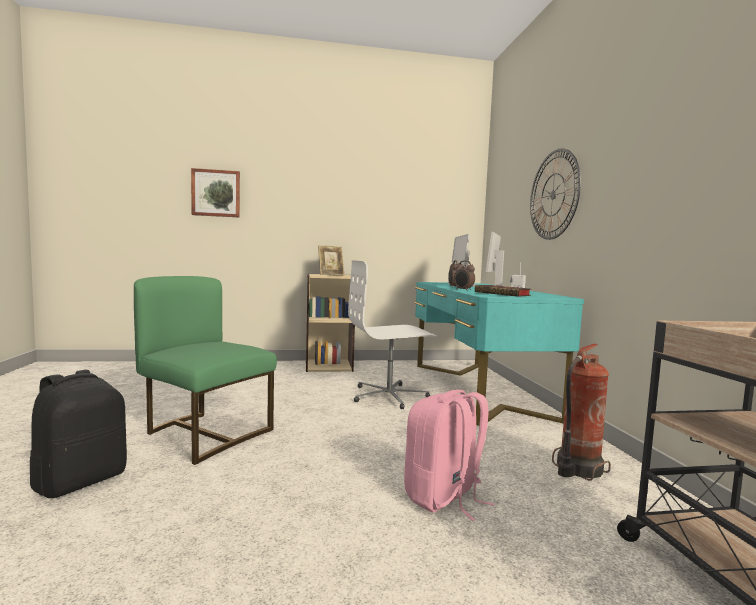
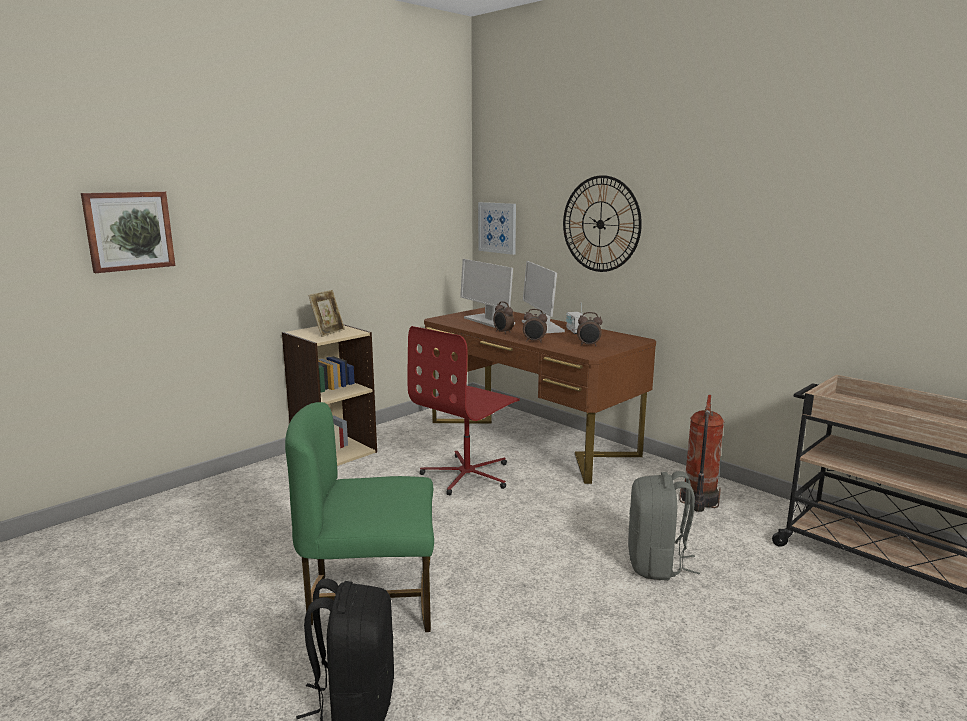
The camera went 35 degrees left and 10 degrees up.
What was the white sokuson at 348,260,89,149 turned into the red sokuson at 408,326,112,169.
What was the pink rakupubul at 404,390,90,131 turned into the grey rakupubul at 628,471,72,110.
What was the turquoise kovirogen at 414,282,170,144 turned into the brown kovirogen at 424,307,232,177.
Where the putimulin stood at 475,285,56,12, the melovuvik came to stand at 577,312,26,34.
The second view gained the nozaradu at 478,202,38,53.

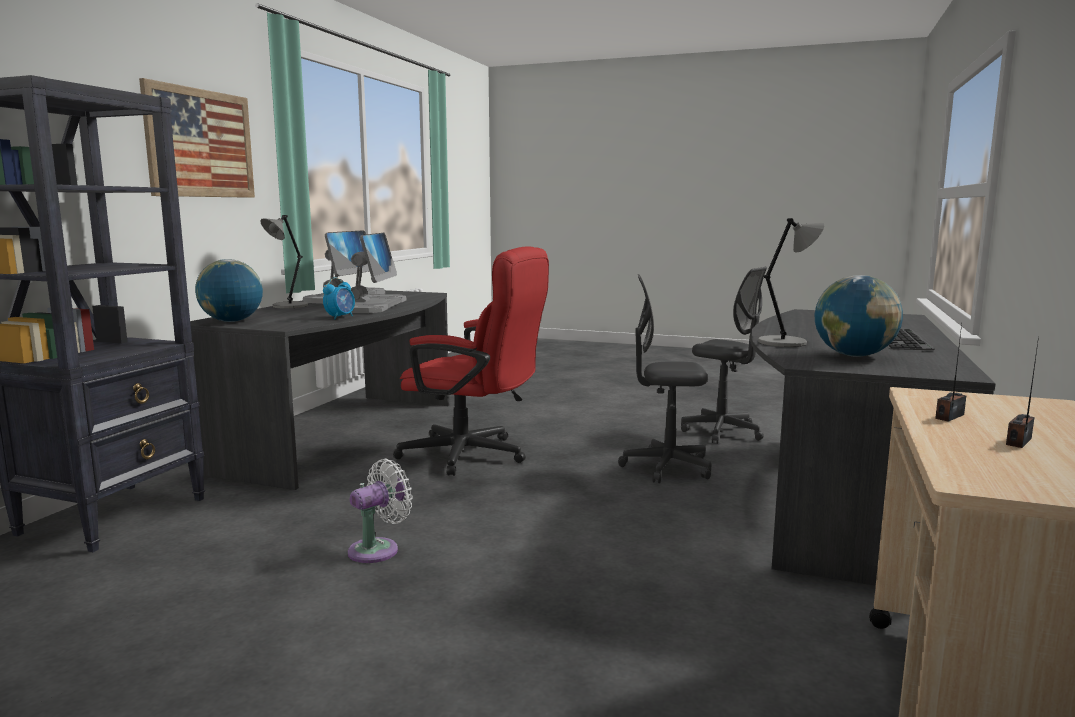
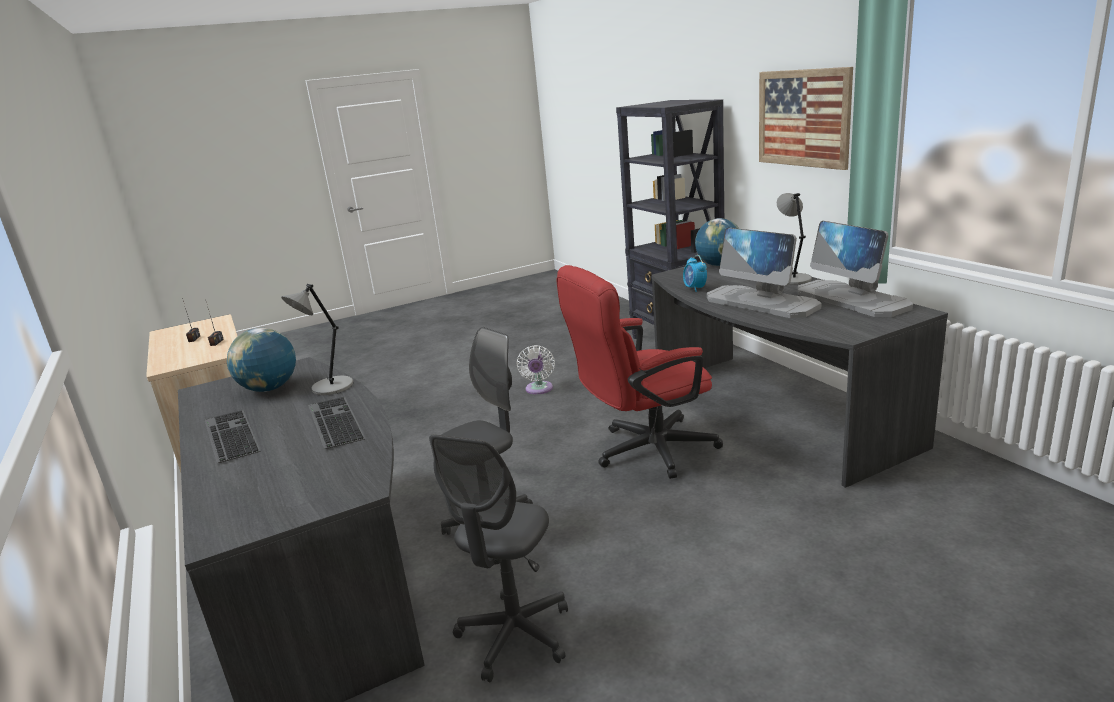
The camera went 135 degrees right and 10 degrees up.
The grey sokuson at 681,267,86,177 ended up facing another way, 60 degrees counterclockwise from before.
The second view gained the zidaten at 308,397,58,52.

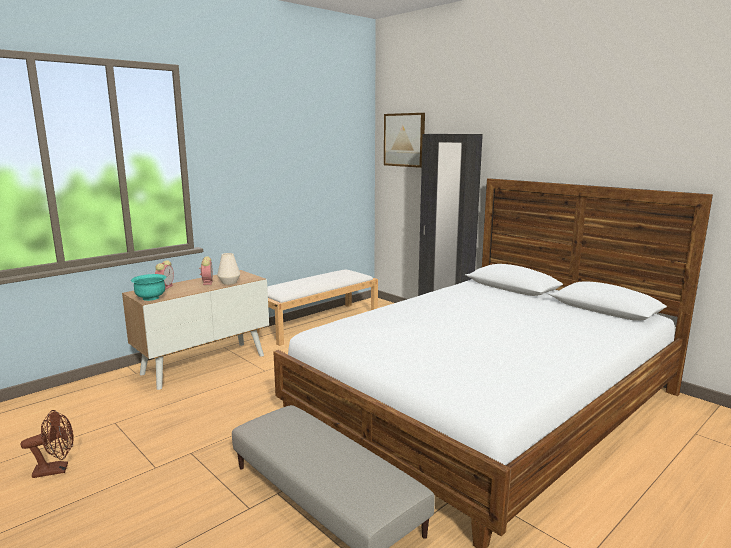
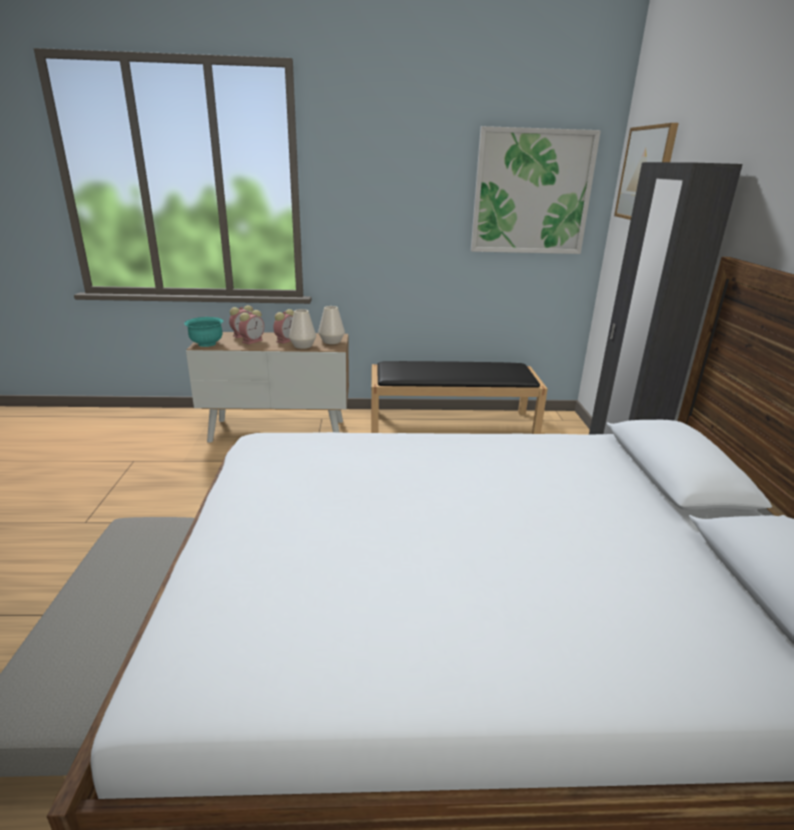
The camera went 40 degrees right and 10 degrees up.
The second view lost the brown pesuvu at 21,410,53,68.
What was the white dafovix at 257,269,121,77 turned into the black dafovix at 371,361,177,73.
The second view gained the melovuvik at 239,310,25,35.
The second view gained the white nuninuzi at 318,306,27,38.
The second view gained the nozaradu at 471,126,130,128.

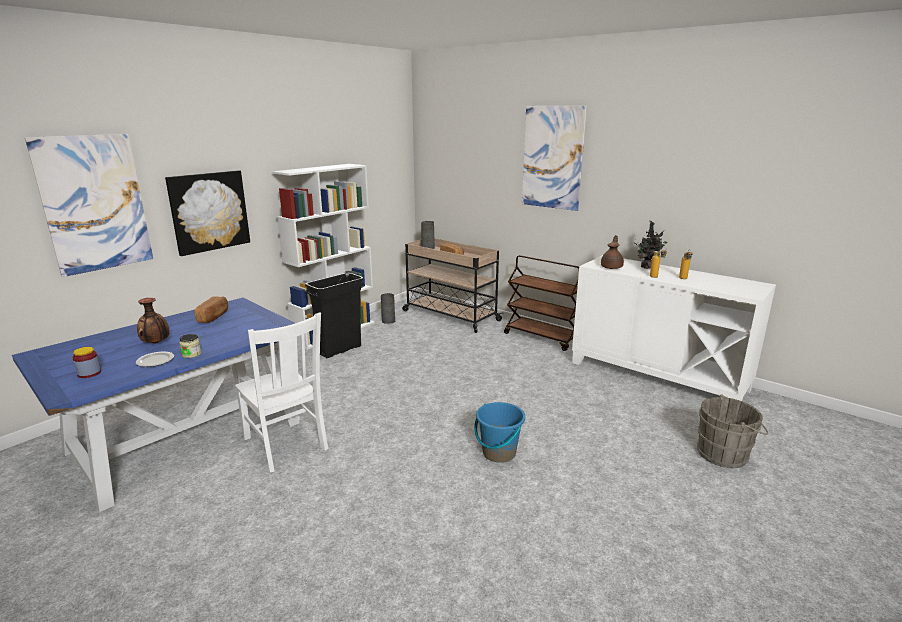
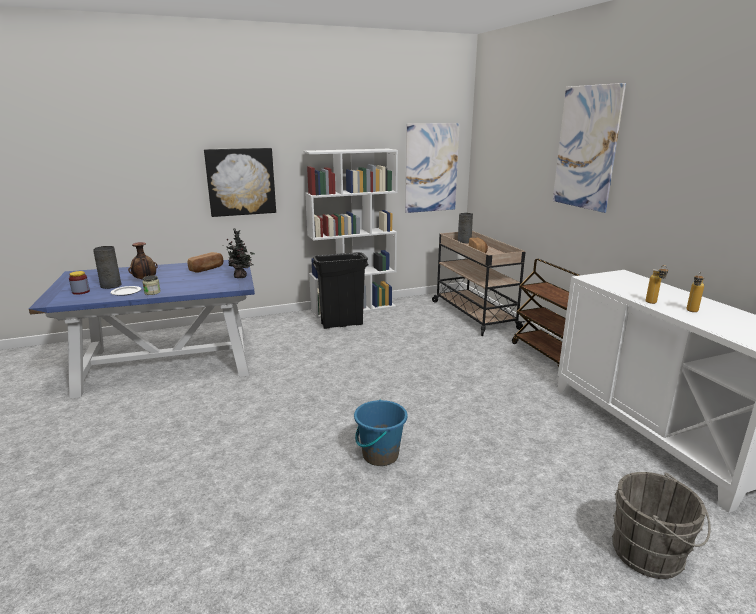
The camera went 30 degrees right and 0 degrees up.
The nozaradu ended up elsewhere, having gone from 25,134,128,143 to 405,123,55,90.
The second view lost the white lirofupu at 235,313,93,159.
The grey nuninuzi ended up elsewhere, having gone from 381,293,14,31 to 93,246,28,43.
The second view lost the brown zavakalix at 601,235,23,34.
The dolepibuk ended up elsewhere, having gone from 634,221,33,48 to 227,228,28,50.

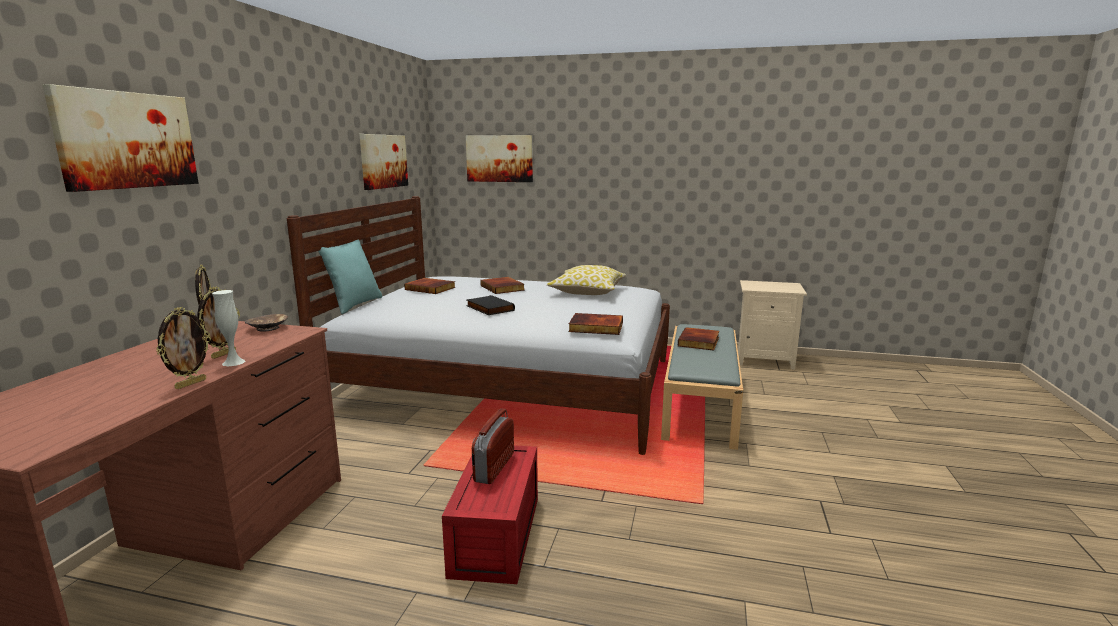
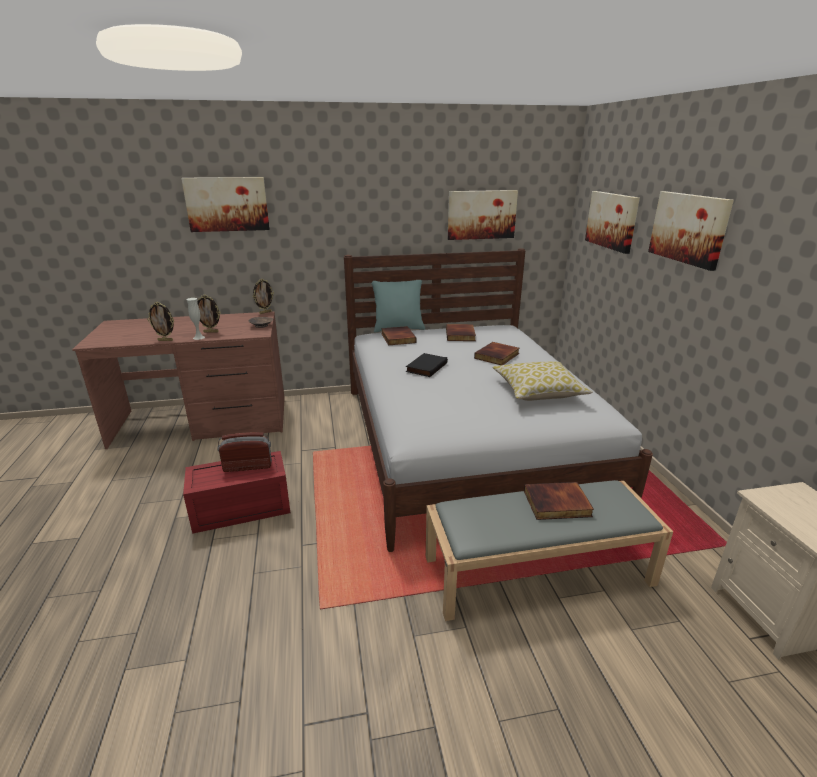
The camera went 65 degrees right and 10 degrees up.
The putimulin ended up elsewhere, having gone from 568,313,55,22 to 381,326,35,19.
The second view gained the nozaradu at 648,191,86,80.

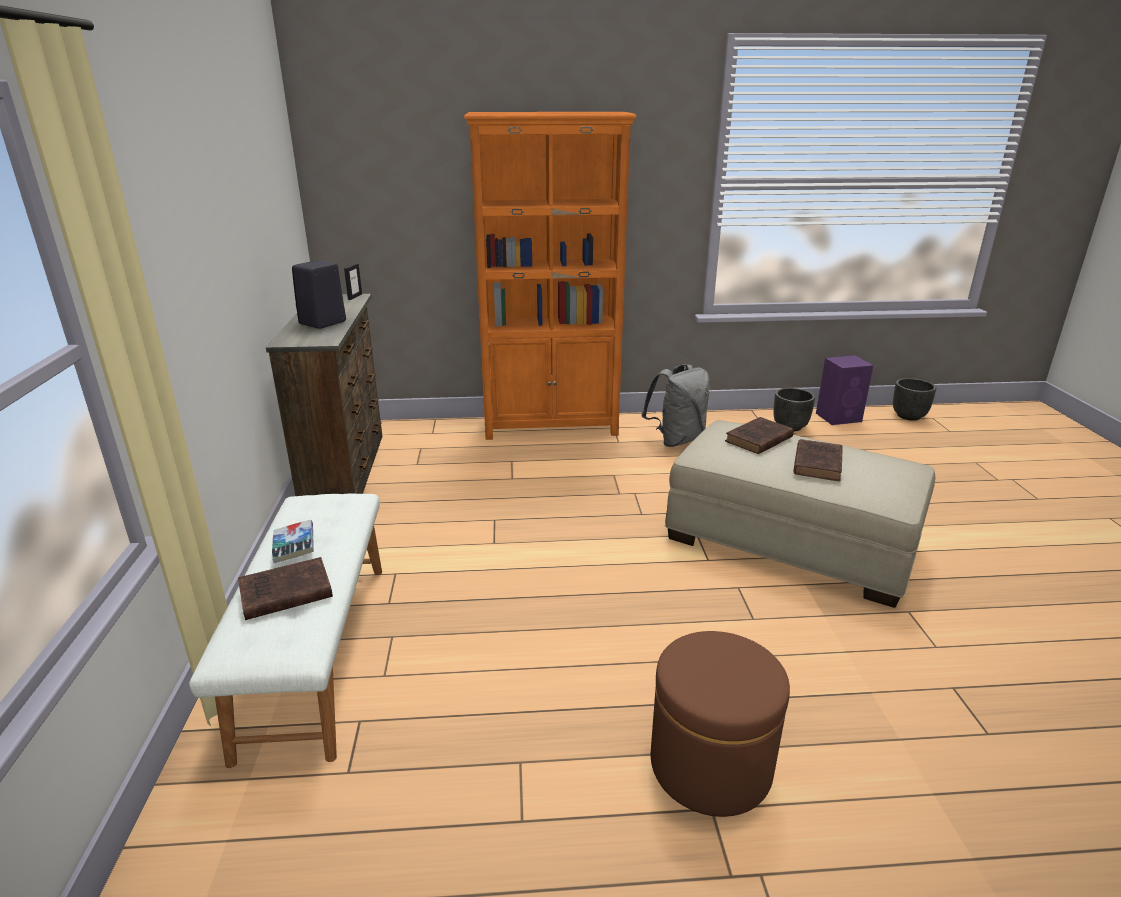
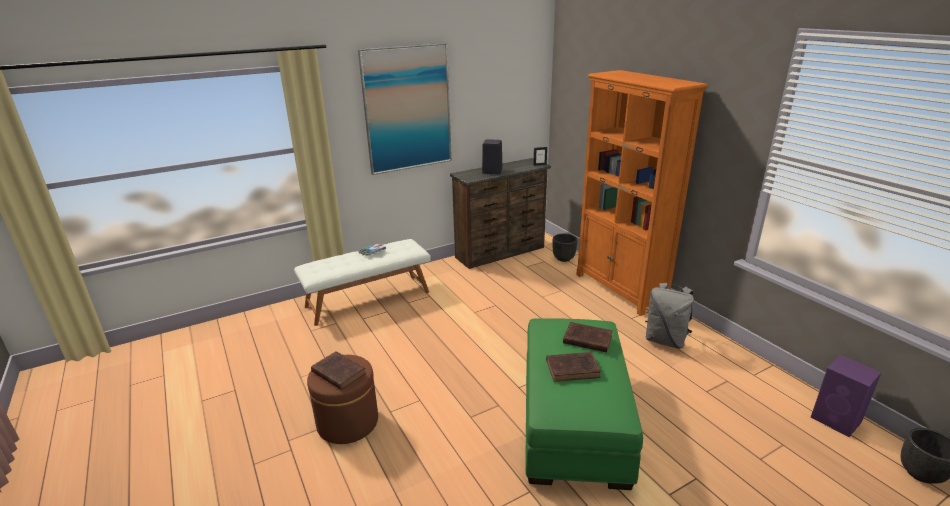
The camera went 65 degrees right and 0 degrees up.
The brown putimulin ended up elsewhere, having gone from 238,557,95,63 to 311,351,55,39.
What was the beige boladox at 665,420,270,188 turned into the green boladox at 525,318,118,172.
The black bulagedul ended up elsewhere, having gone from 773,388,42,43 to 553,234,24,28.
The second view gained the nozaradu at 358,43,94,132.

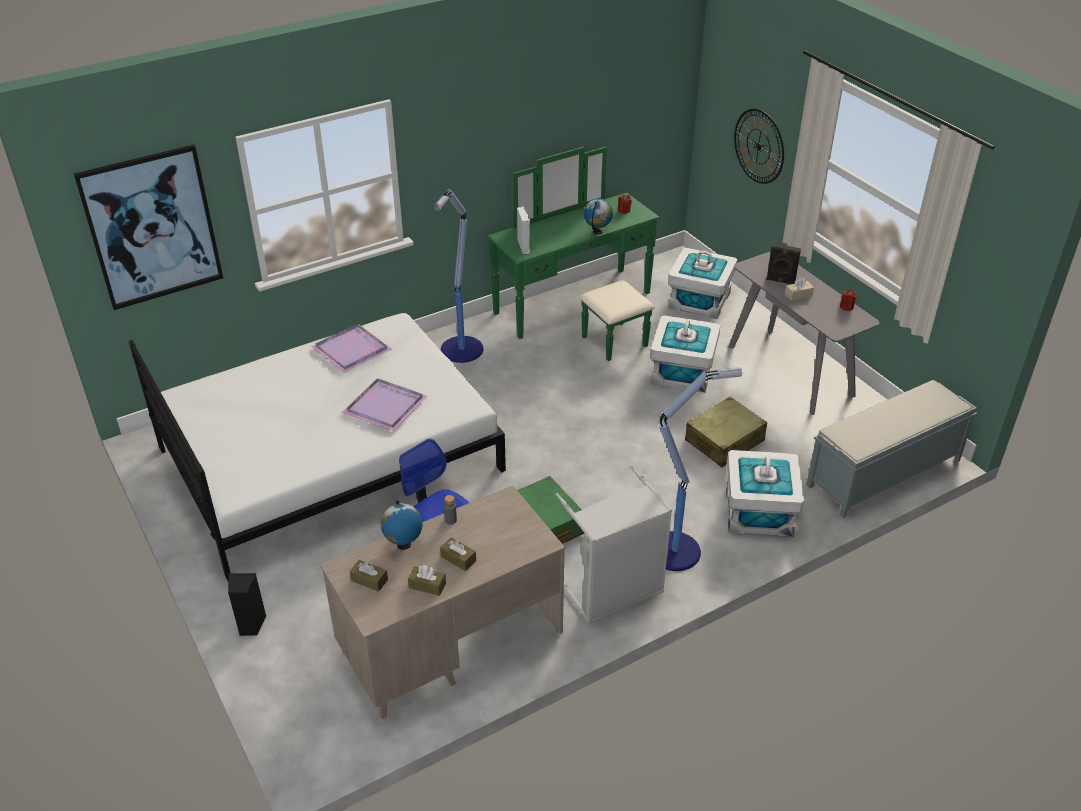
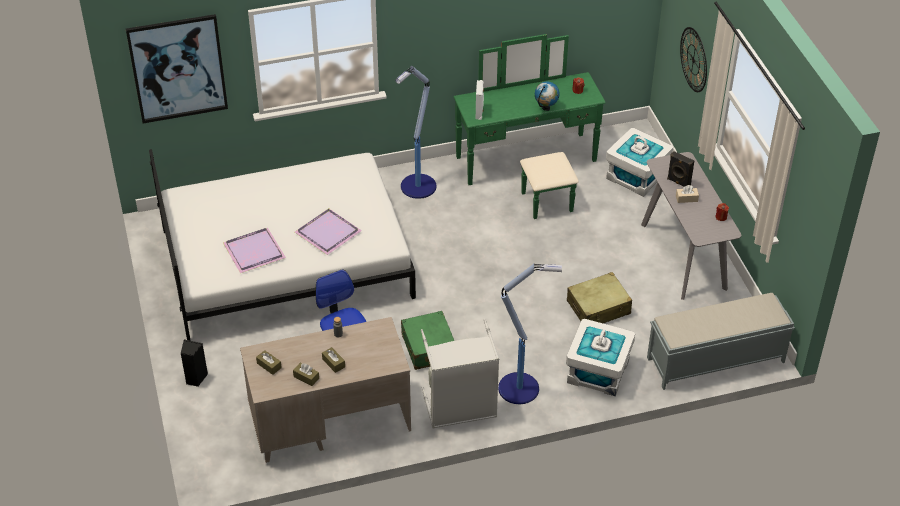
The camera went 15 degrees right and 5 degrees up.
The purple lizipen ended up elsewhere, having gone from 311,324,80,49 to 223,228,63,45.
The second view lost the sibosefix at 381,501,42,49.
The second view lost the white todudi at 650,315,70,78.

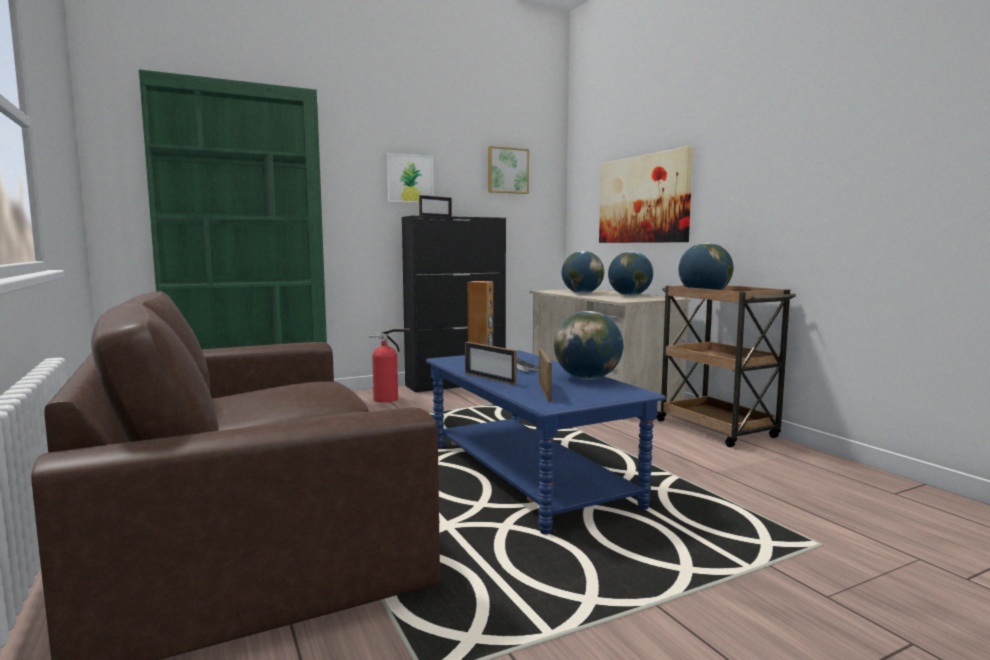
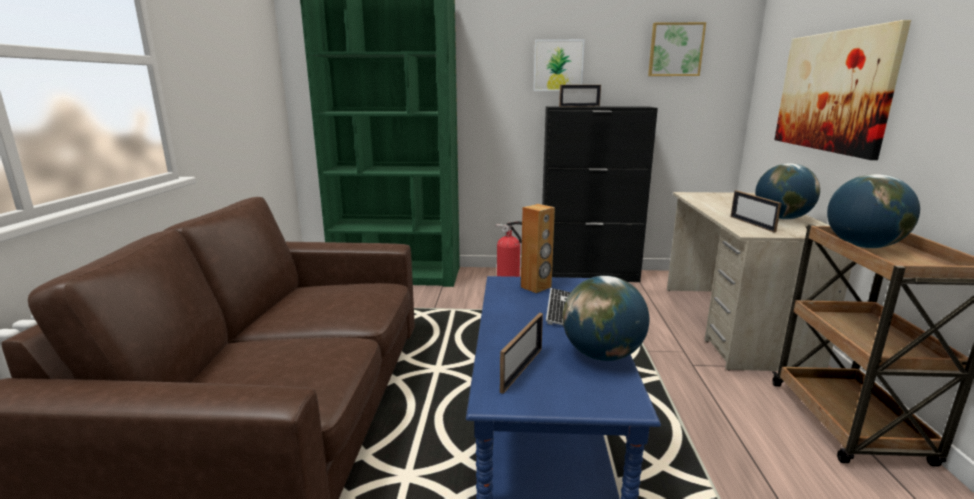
The camera went 30 degrees right and 10 degrees up.
The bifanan ended up elsewhere, having gone from 465,342,52,44 to 731,190,51,42.
The second view lost the sibosefix at 562,251,42,43.

